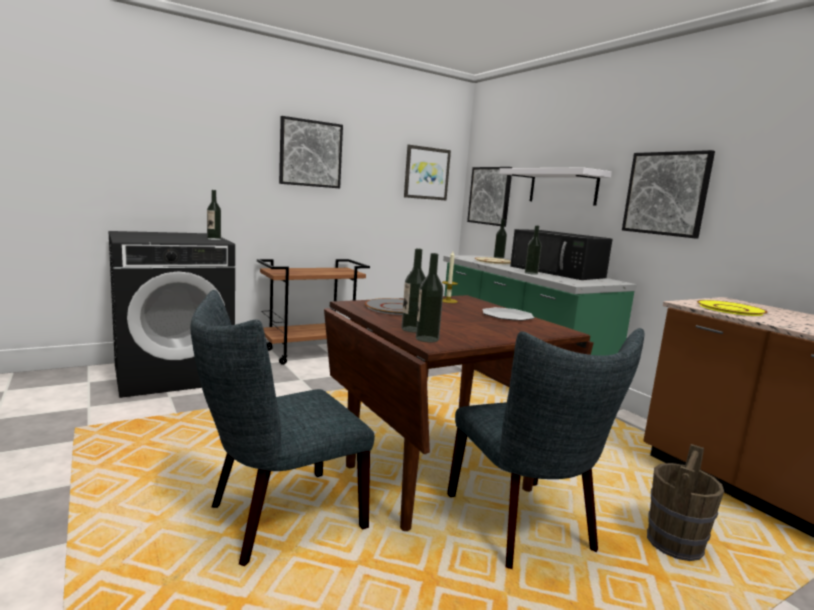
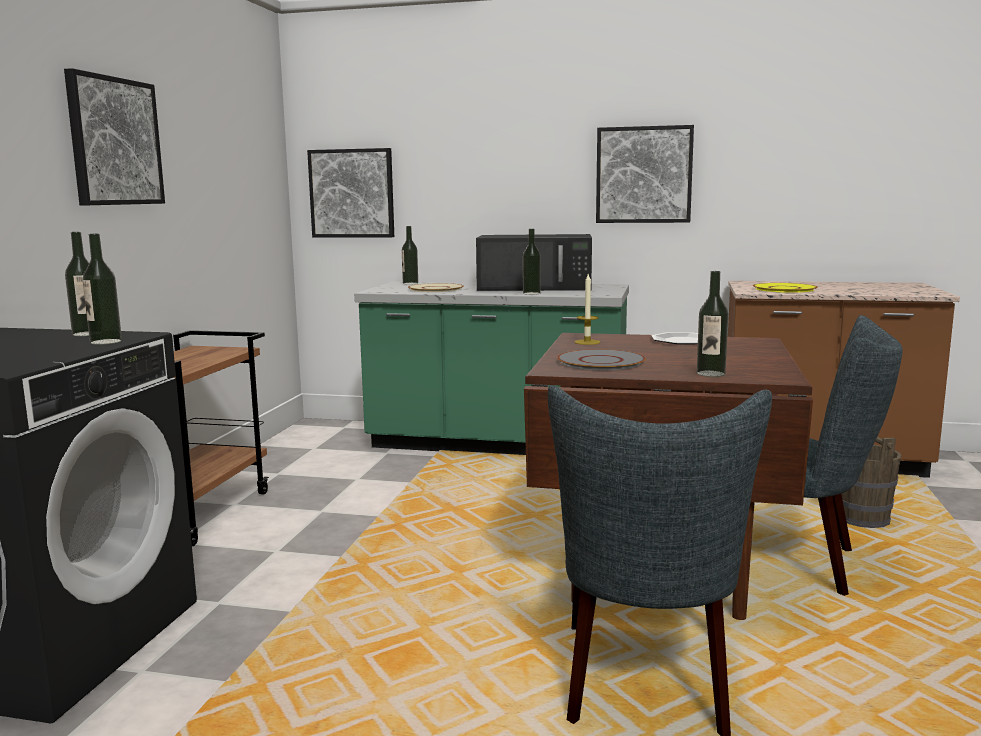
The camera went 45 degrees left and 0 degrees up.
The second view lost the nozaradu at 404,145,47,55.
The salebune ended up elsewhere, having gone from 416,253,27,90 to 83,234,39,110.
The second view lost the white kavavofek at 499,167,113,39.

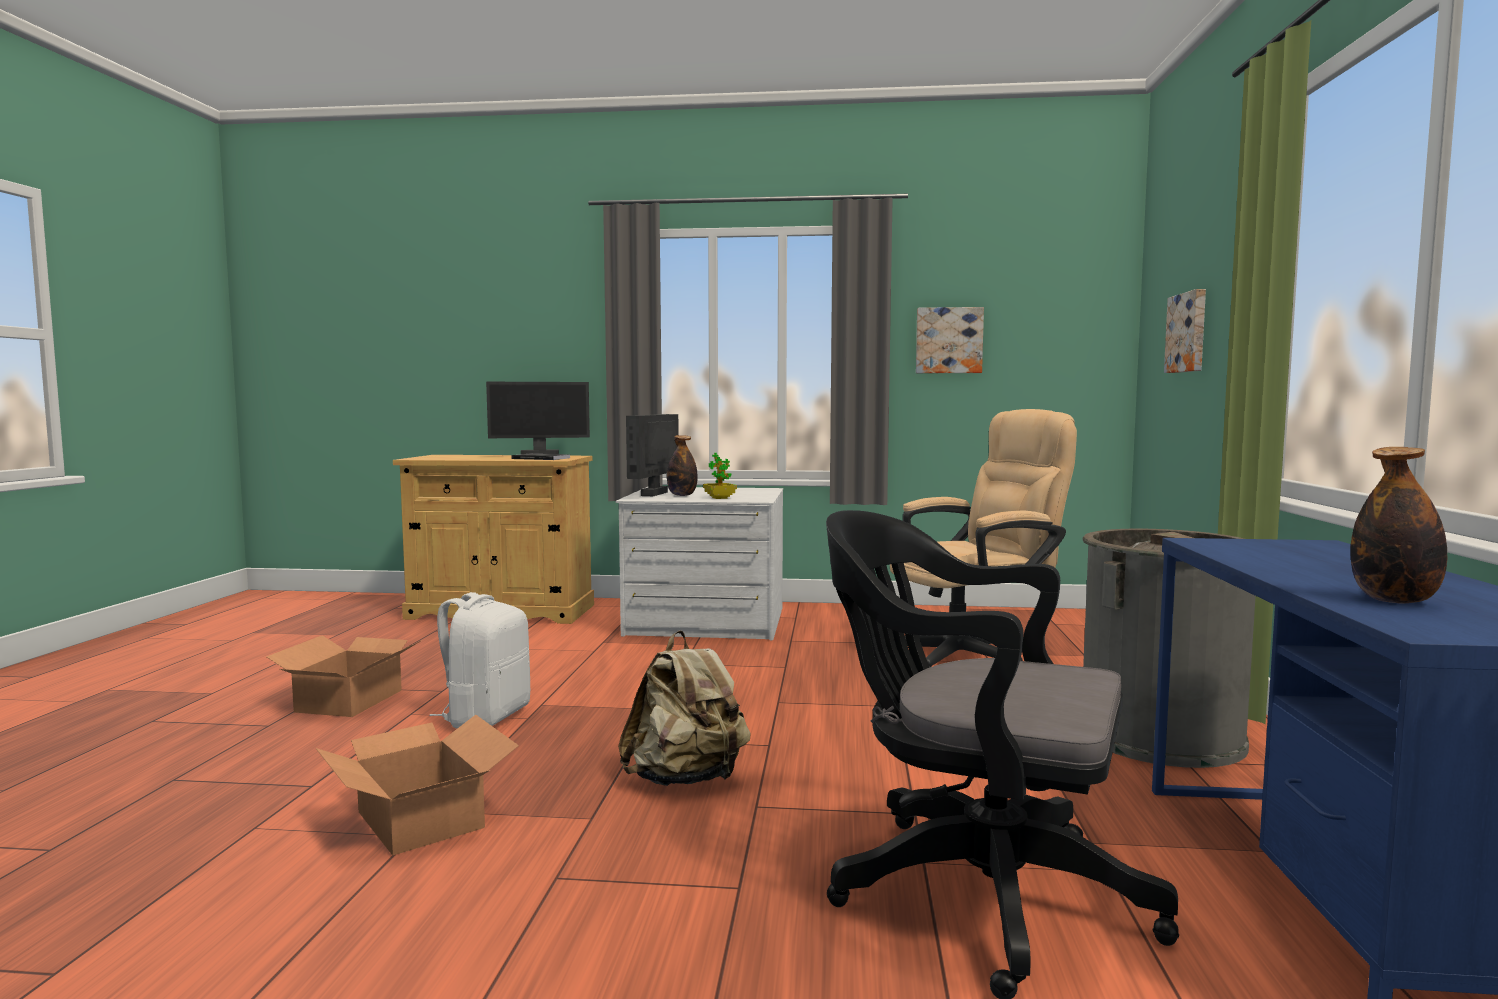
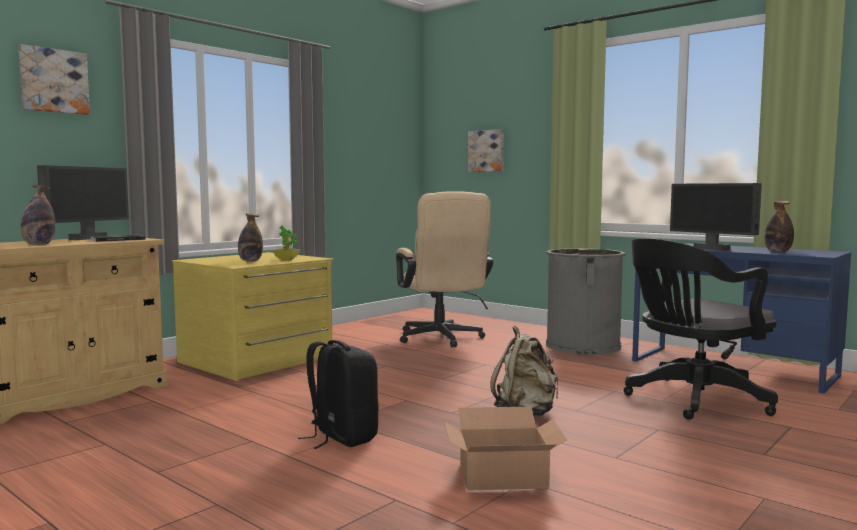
The camera went 55 degrees left and 0 degrees up.
The second view lost the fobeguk at 267,635,155,82.
What was the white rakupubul at 429,592,101,136 turned into the black rakupubul at 298,340,81,109.
What was the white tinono at 616,487,167,154 turned into the yellow tinono at 172,252,161,129.
The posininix ended up elsewhere, having gone from 626,414,53,82 to 670,183,92,68.
The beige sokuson at 890,409,187,258 ended up facing another way, 150 degrees clockwise from before.
The nozaradu ended up elsewhere, having gone from 916,307,68,66 to 18,44,72,71.
The second view gained the salebune at 21,185,34,60.

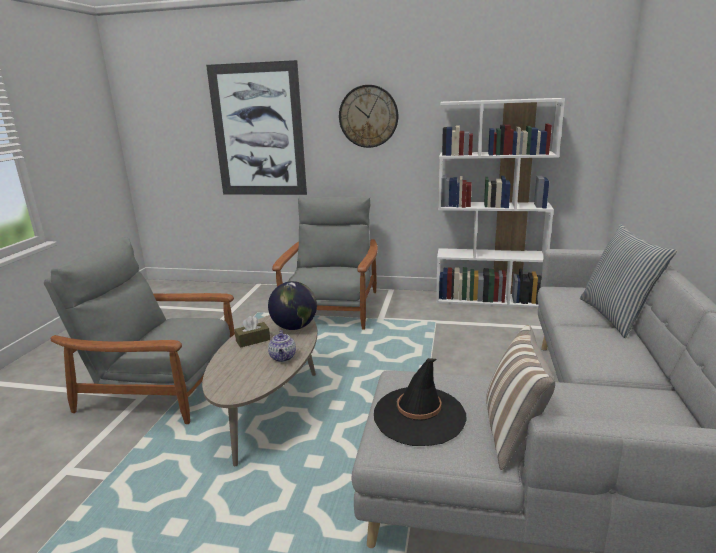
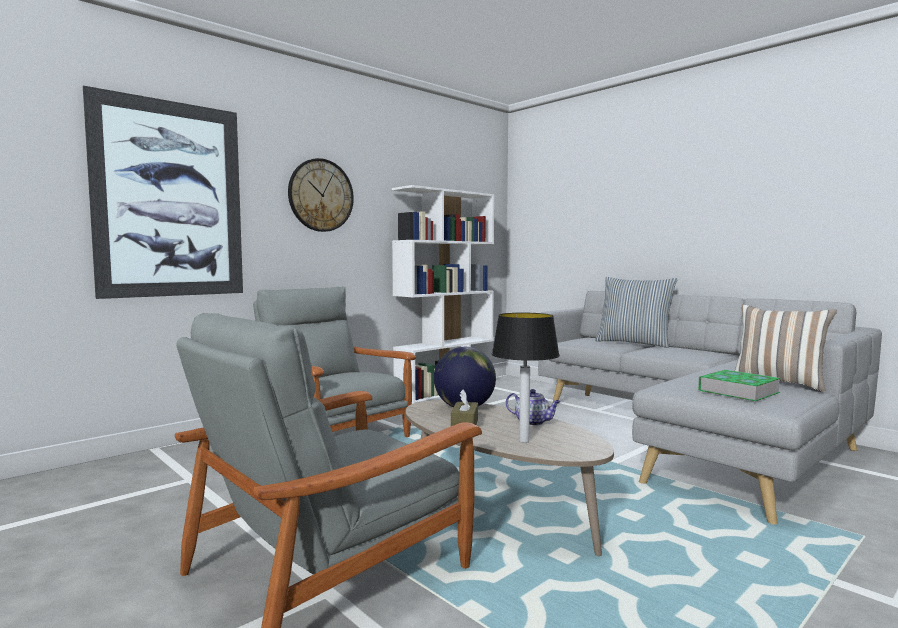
The camera went 55 degrees left and 15 degrees down.
Where the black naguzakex stood at 374,358,93,88, the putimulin came to stand at 698,370,83,31.
The second view gained the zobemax at 492,313,68,130.

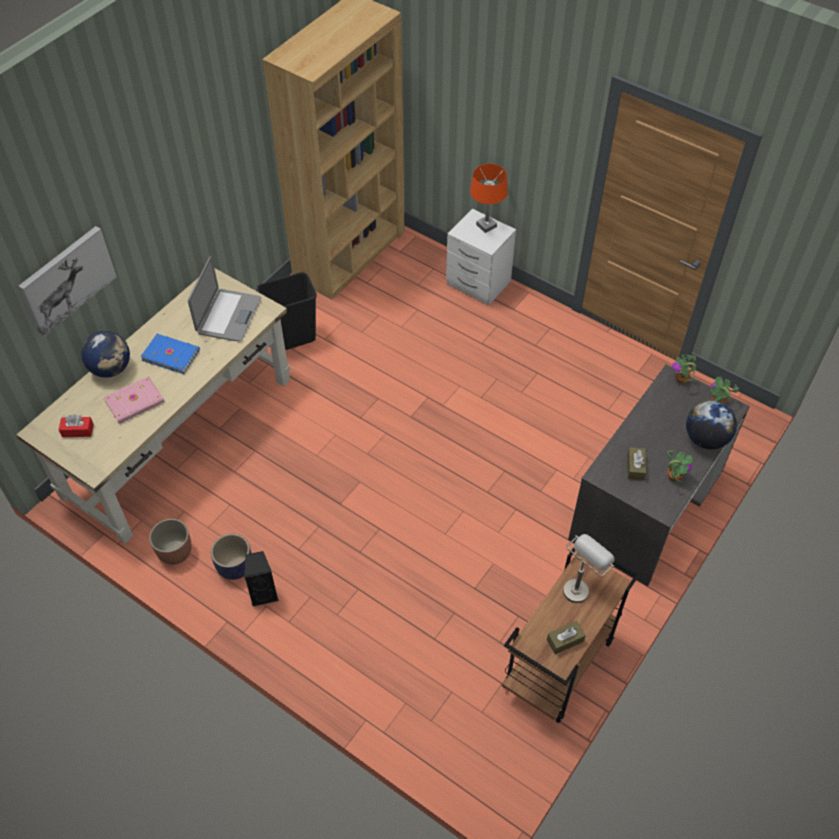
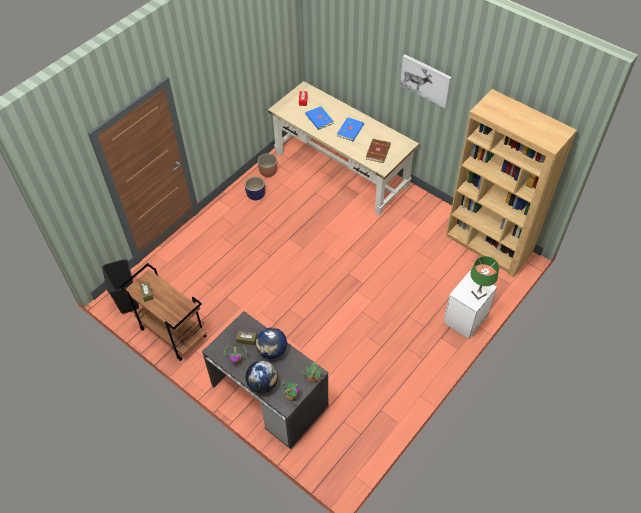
The camera went 95 degrees right and 0 degrees up.
The nozaradu ended up elsewhere, having gone from 18,226,99,110 to 400,54,52,54.
The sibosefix ended up elsewhere, having gone from 81,331,49,47 to 256,328,31,31.
What was the pink putimulin at 103,376,62,48 turned into the blue putimulin at 305,106,29,24.
Where the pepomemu stood at 188,256,73,86, the brown putimulin came to stand at 366,139,25,24.
The second view lost the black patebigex at 244,551,35,56.
The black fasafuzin ended up elsewhere, having gone from 257,272,60,78 to 102,259,37,54.
What was the orange zobemax at 470,164,38,69 turned into the green zobemax at 471,256,28,44.
The second view lost the grey zobemax at 563,534,51,69.

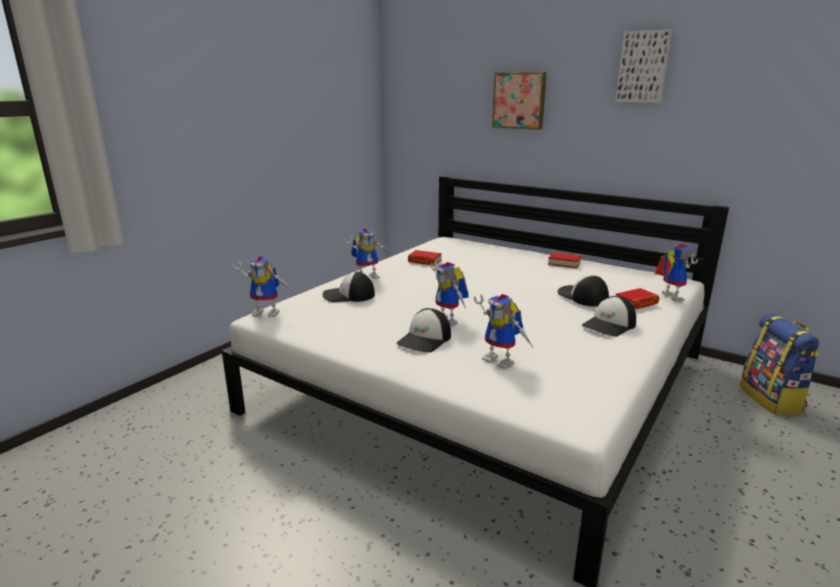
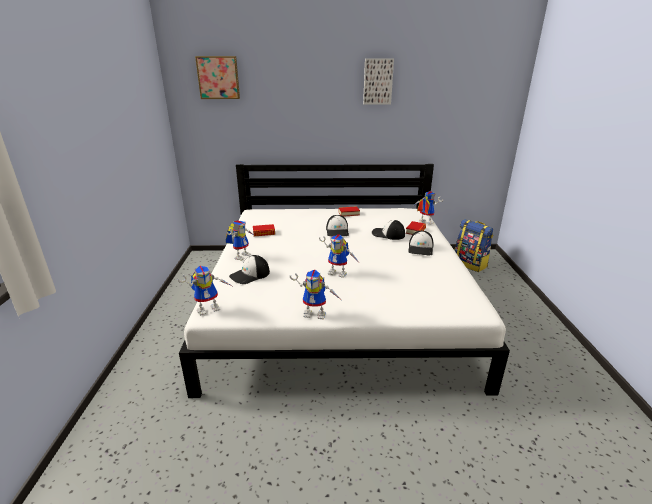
The camera went 35 degrees left and 5 degrees up.
The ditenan ended up elsewhere, having gone from 397,308,54,44 to 326,215,23,22.
The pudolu ended up elsewhere, having gone from 474,294,60,75 to 290,270,50,50.
The nozaradu ended up elsewhere, having gone from 492,72,55,58 to 195,56,45,43.

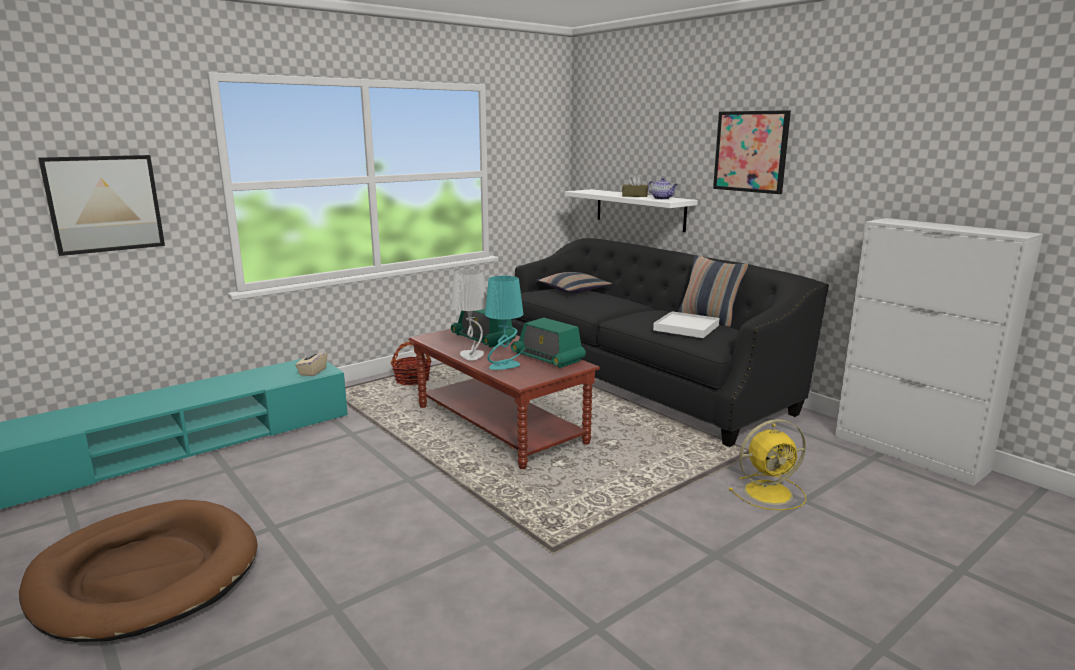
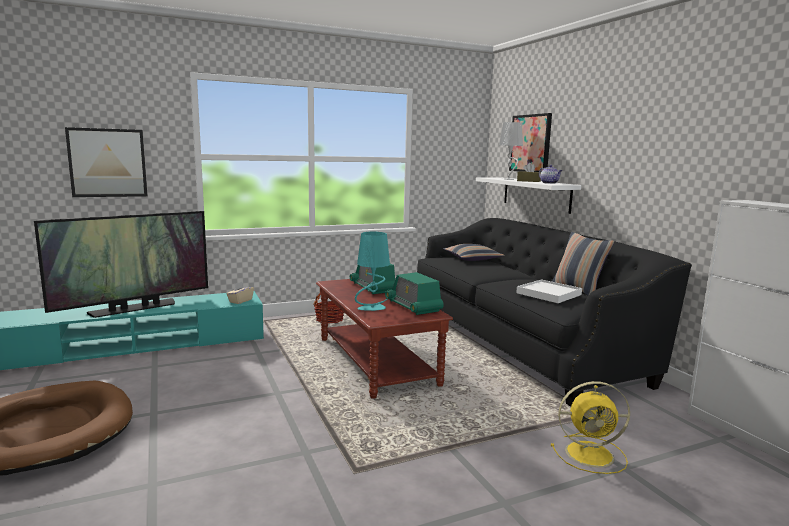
The camera went 15 degrees right and 5 degrees down.
The grey zobemax ended up elsewhere, having gone from 451,269,36,92 to 499,122,24,58.
The nozaradu ended up elsewhere, having gone from 713,110,78,84 to 509,113,43,59.
The second view gained the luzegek at 34,211,174,107.

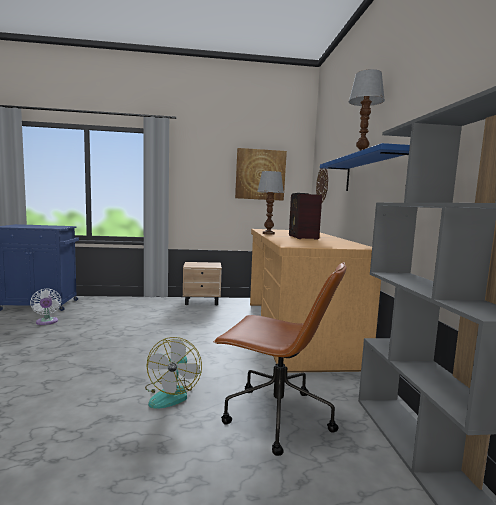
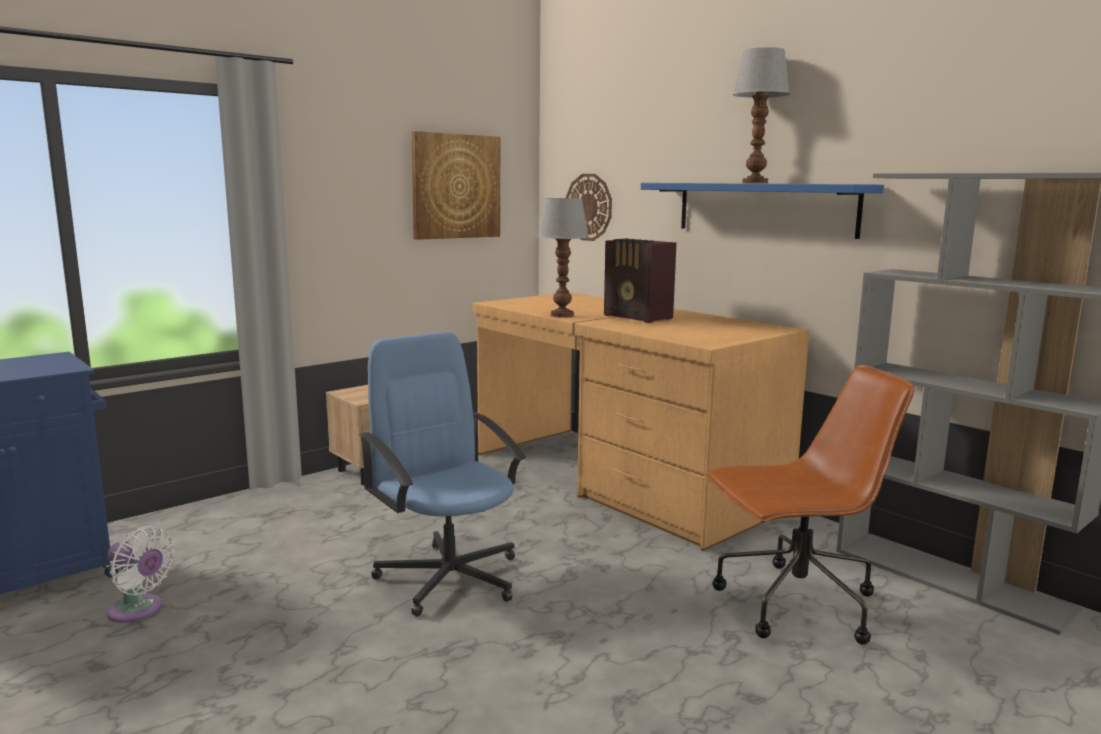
The camera went 35 degrees left and 5 degrees up.
The second view lost the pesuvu at 145,337,57,72.
The second view gained the blue sokuson at 359,332,167,284.

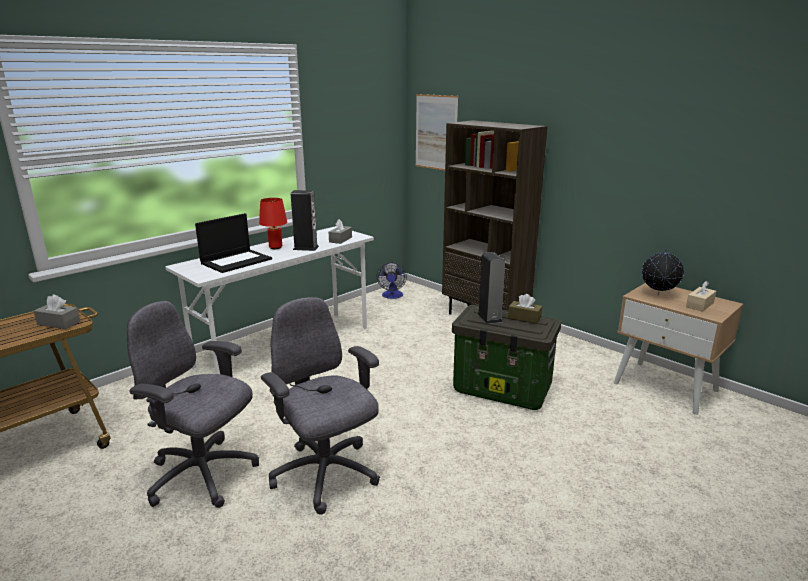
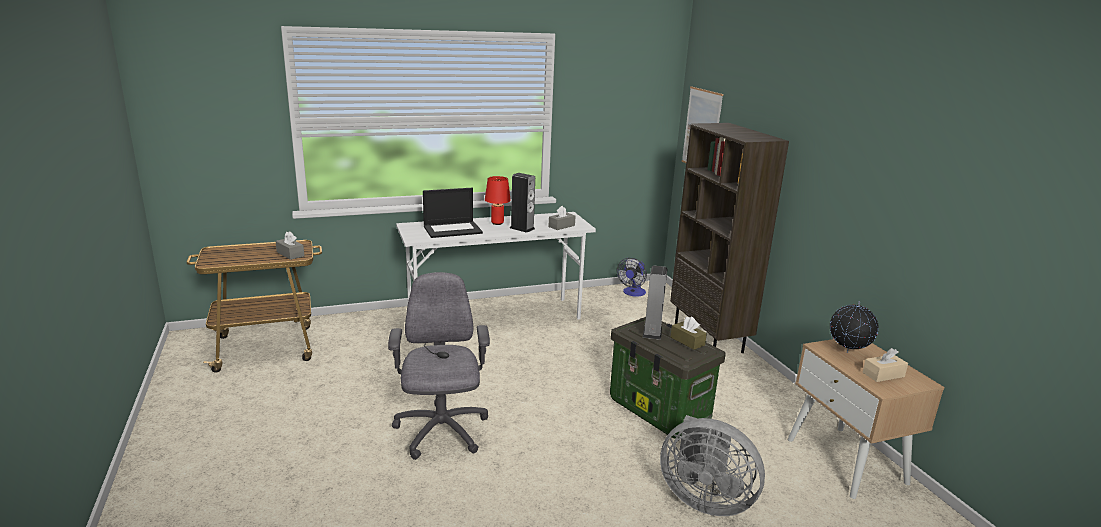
The camera went 25 degrees right and 0 degrees up.
The second view lost the grey sokuson at 127,301,132,207.
The second view gained the grey pesuvu at 660,415,105,101.

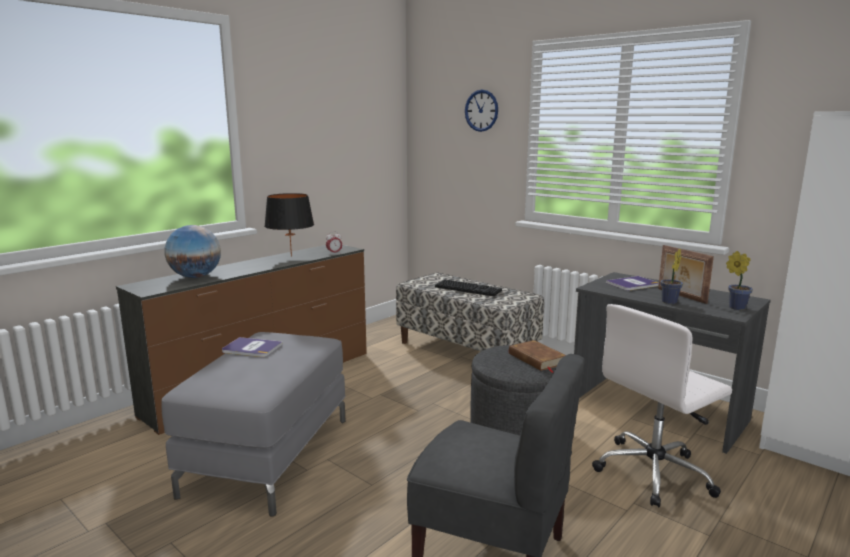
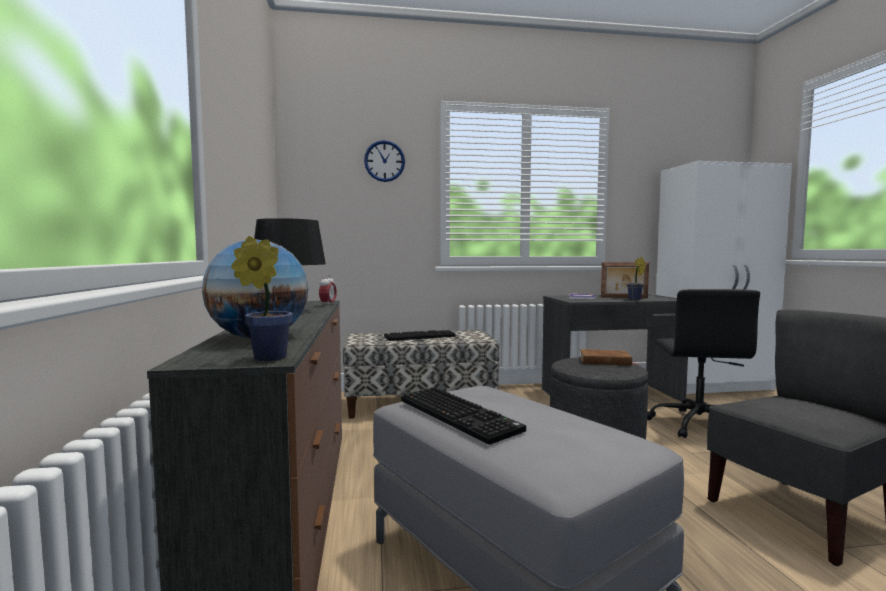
The camera went 50 degrees left and 10 degrees down.
Where the putimulin stood at 222,337,61,20, the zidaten came to stand at 401,387,125,58.
What was the white sokuson at 592,304,140,203 turned into the black sokuson at 647,289,113,149.
The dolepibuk ended up elsewhere, having gone from 726,251,27,59 to 231,236,62,125.

